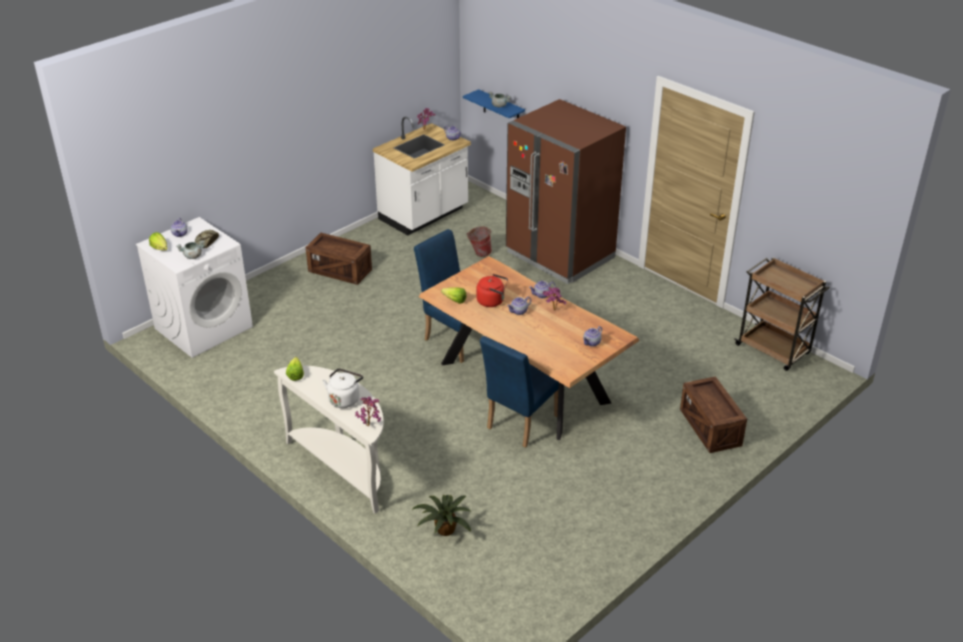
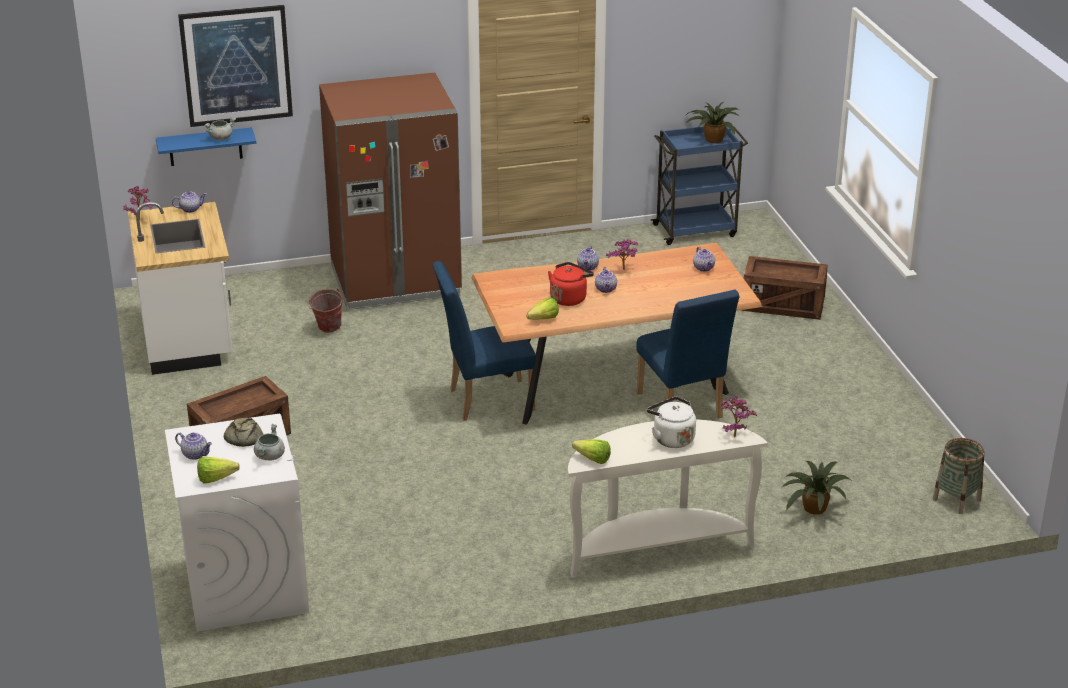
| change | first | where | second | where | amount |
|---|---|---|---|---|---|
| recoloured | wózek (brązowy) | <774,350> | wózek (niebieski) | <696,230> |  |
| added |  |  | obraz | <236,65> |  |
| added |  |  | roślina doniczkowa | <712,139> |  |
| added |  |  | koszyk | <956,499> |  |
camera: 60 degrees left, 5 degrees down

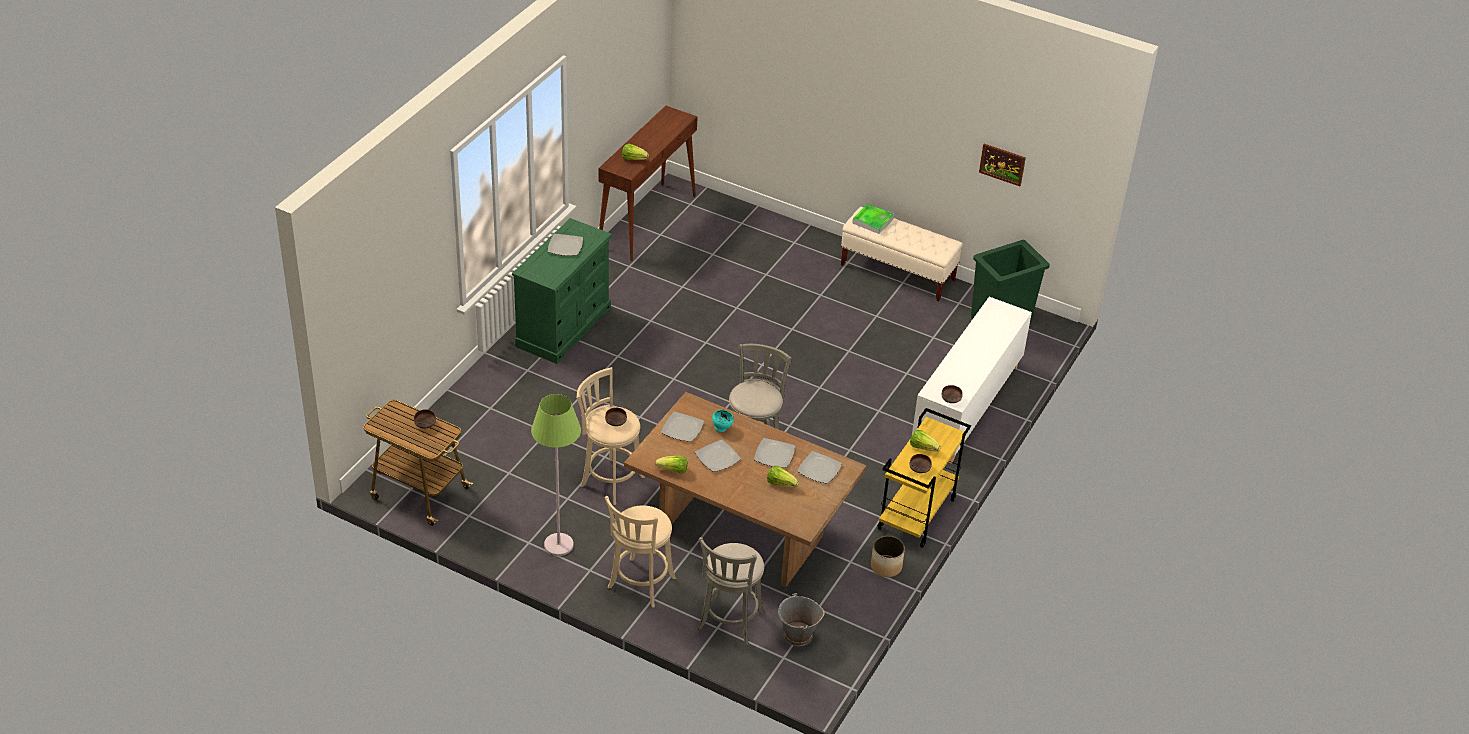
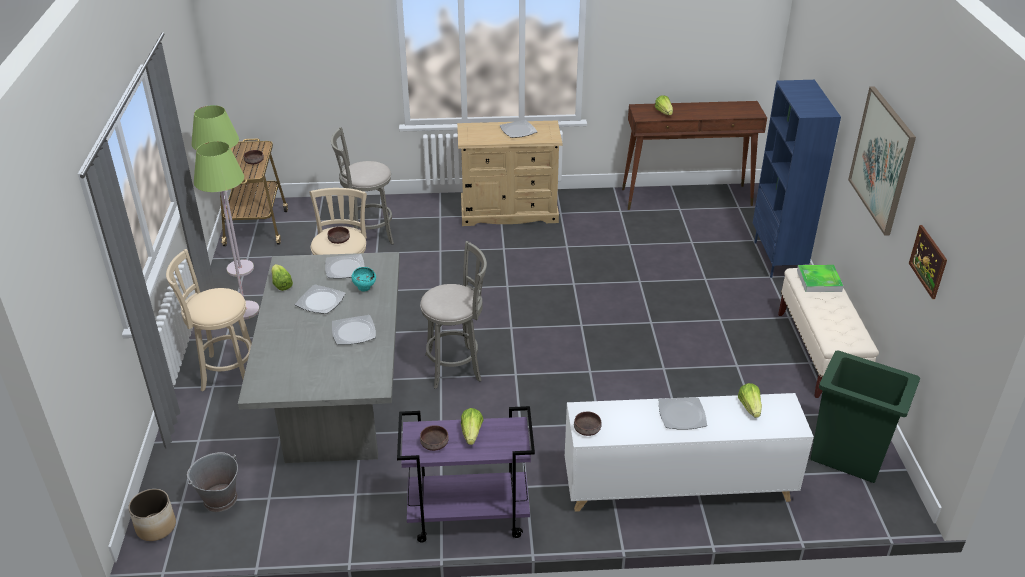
| change | first | where | second | where | amount |
|---|---|---|---|---|---|
| recoloured | komoda (zielony) | <564,327> | komoda (beżowy) | <509,212> |  |
| recoloured | stół jadalny (brązowy) | <739,534> | stół jadalny (szary) | <337,403> |  |
| moved | stołek (szary) | <729,623> |  | <368,234> |  |
| moved | sałata | <781,483> |  | <750,407> |  |
| moved | talerz | <819,469> |  | <682,415> |  |
| moved | donica | <885,566> |  | <156,527> |  |
| recoloured | wózek (żółty) | <917,515> | wózek (fioletowy) | <467,517> |  |
| added |  |  | lampa stojąca (zielony) | <240,269> |  |
| added |  |  | regał (niebieski) | <778,259> |  |
| added |  |  | obraz | <882,160> |  |
camera: 60 degrees right, 5 degrees down

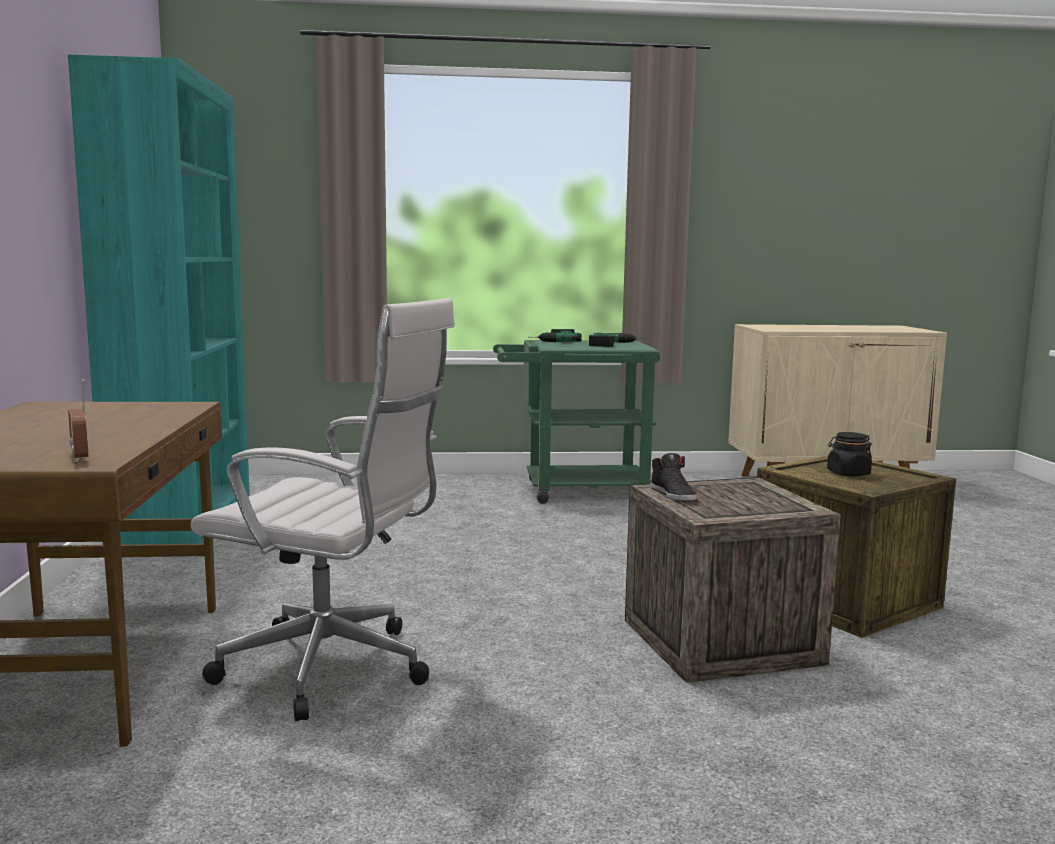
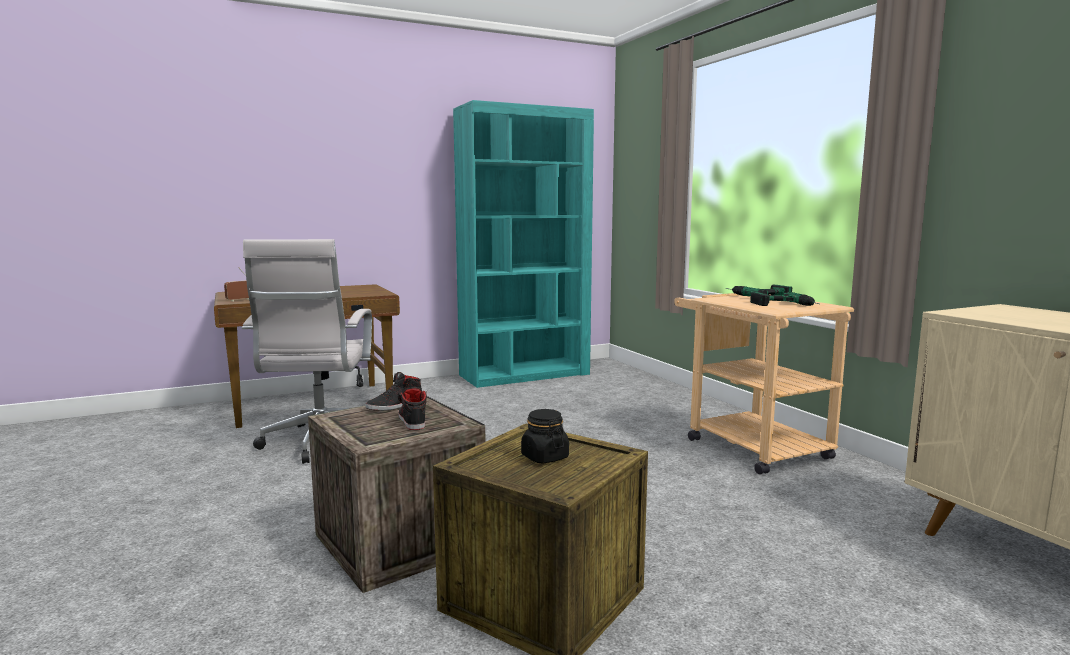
| change | first | where | second | where | amount |
|---|---|---|---|---|---|
| recoloured | wózek (zielony) | <573,491> | wózek (beżowy) | <748,445> |  |
| added |  |  | but (czarny) | <412,420> |  |
camera: 70 degrees right, 0 degrees up

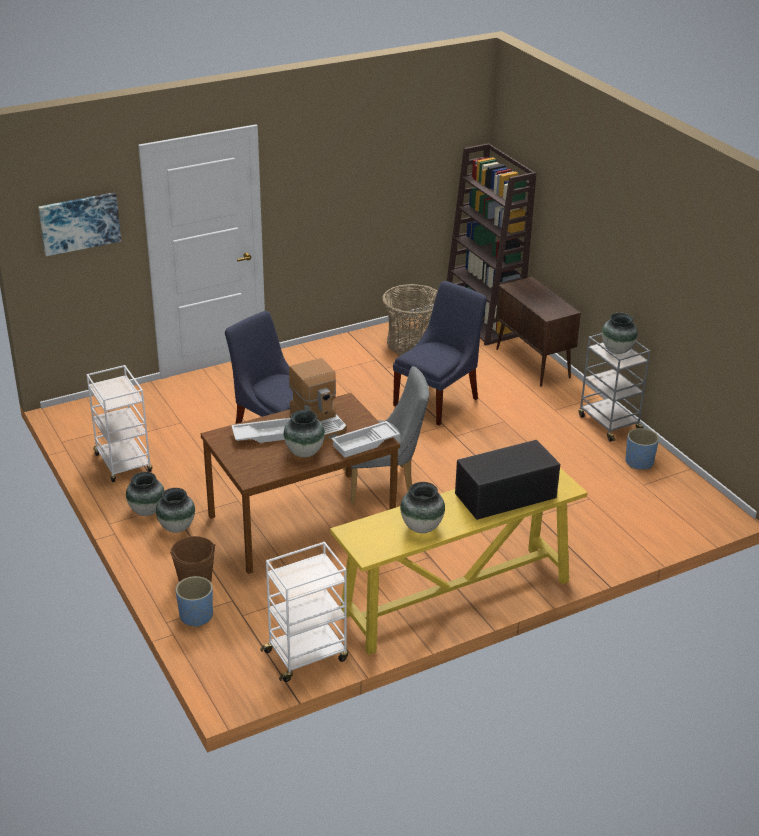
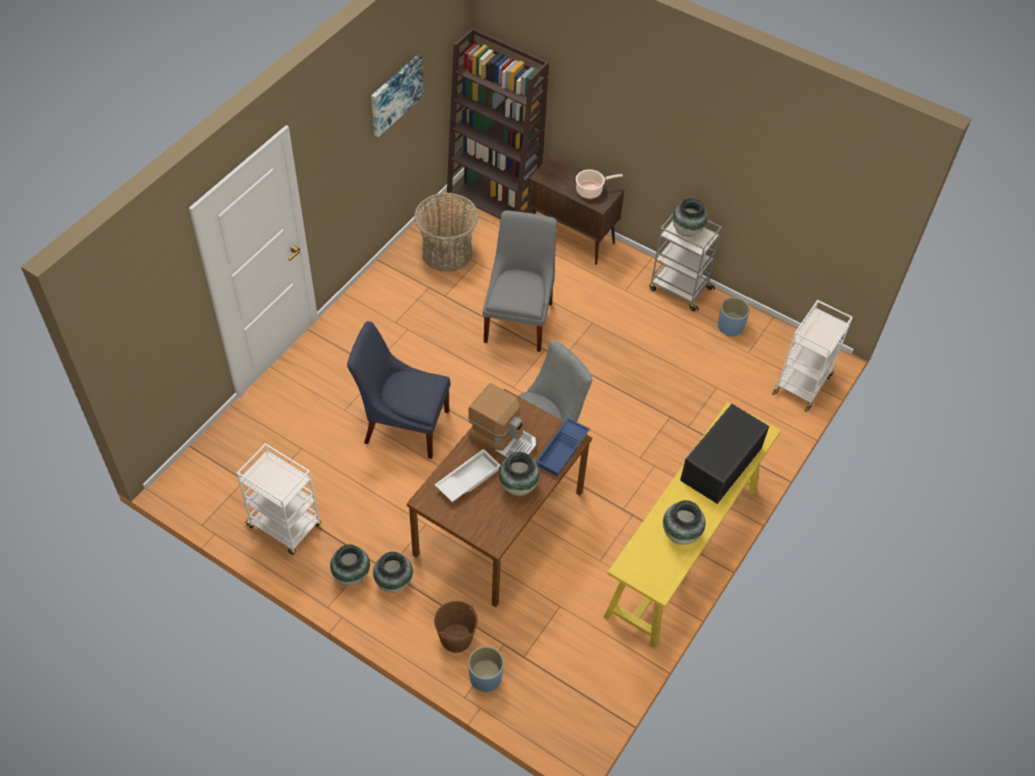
| change | first | where | second | where | amount |
|---|---|---|---|---|---|
| moved | obraz | <79,223> |  | <395,94> |  |
| moved | wózek (biały) | <306,655> |  | <802,384> |  |
| recoloured | taca (biały) | <365,443> | taca (niebieski) | <563,450> |  |
| recoloured | krzesło (niebieski) | <438,400> | krzesło (szary) | <519,319> |  |
| added |  |  | garnek | <591,190> |  |
camera: 30 degrees left, 20 degrees up

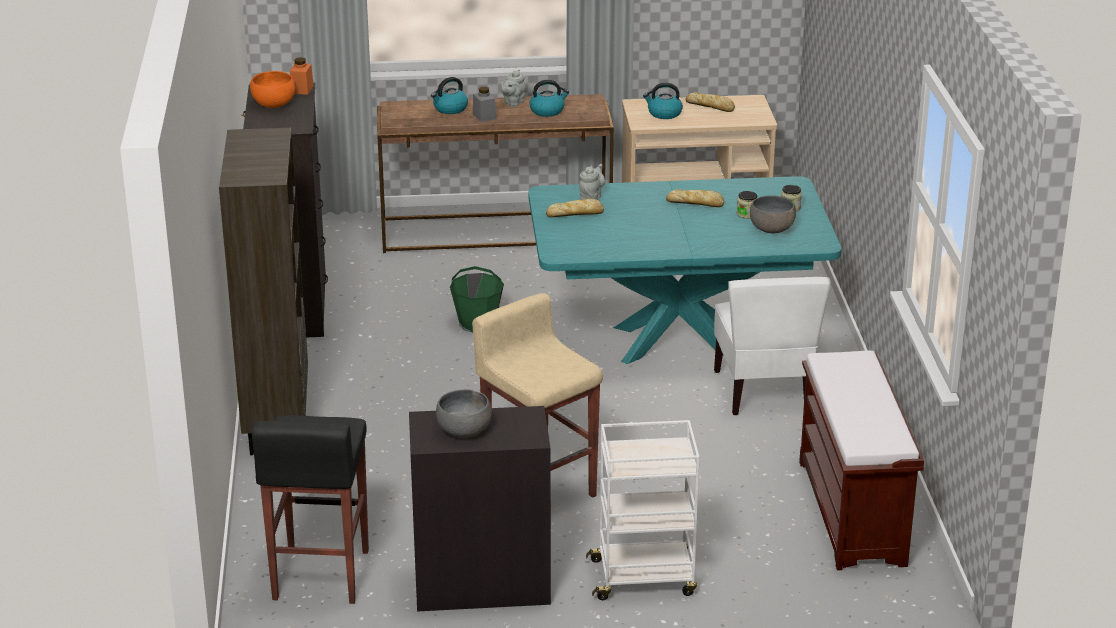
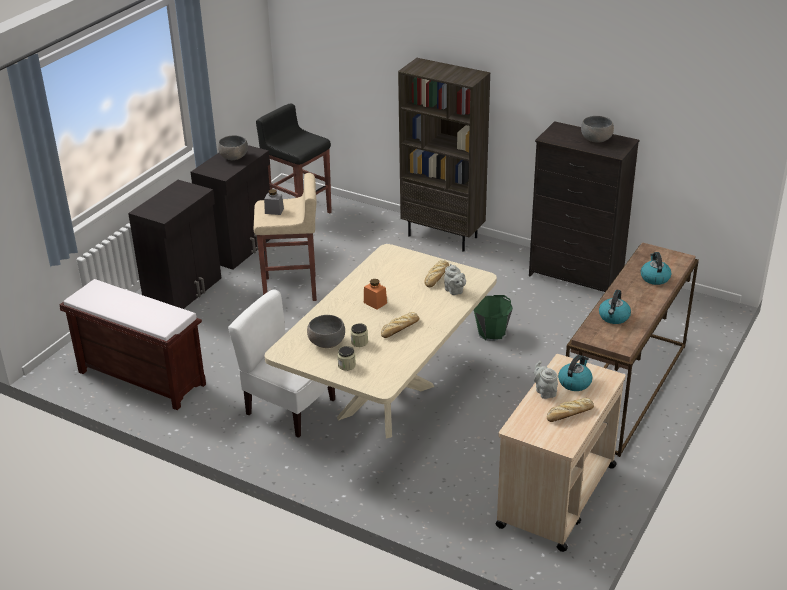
| change | first | where | second | where | amount |
|---|---|---|---|---|---|
| recoloured | miska (pomarańczowy) | <274,103> | miska (szary) | <596,139> |  |
| moved | słoik (pomarańczowy) | <301,89> |  | <375,303> |  |
| moved | słoik (szary) | <484,116> |  | <274,211> |  |
| moved | imbryk (szary) | <513,102> |  | <545,391> |  |
| recoloured | stół jadalny (turkusowy) | <676,341> | stół jadalny (beżowy) | <387,401> |  |
| replaced | wózek (biały) | <644,577> | szafka (czarny) | <184,291> |  |
camera: 125 degrees right, 5 degrees up

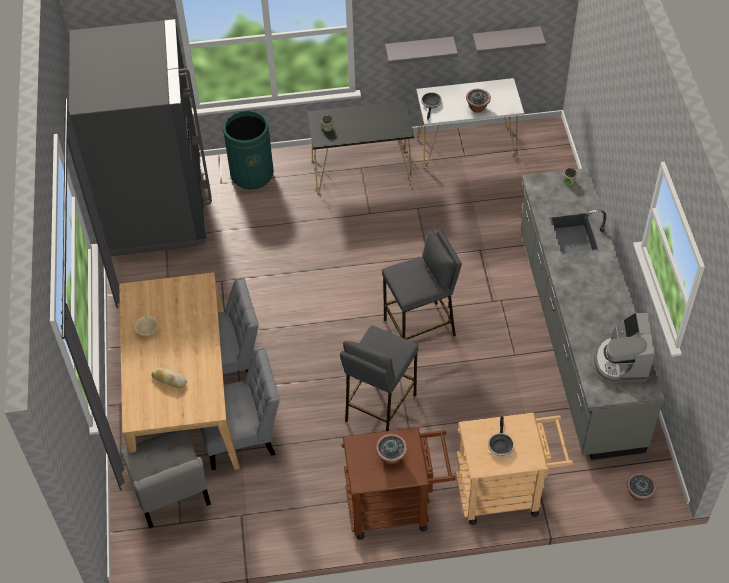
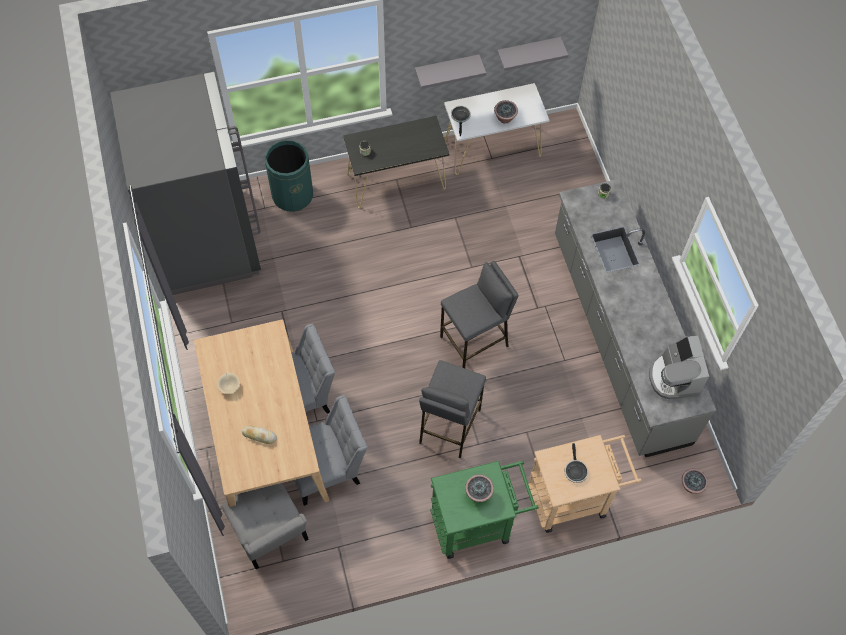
| change | first | where | second | where | amount |
|---|---|---|---|---|---|
| recoloured | wózek (brązowy) | <396,507> | wózek (zielony) | <477,523> |  |
camera: 10 degrees left, 10 degrees up

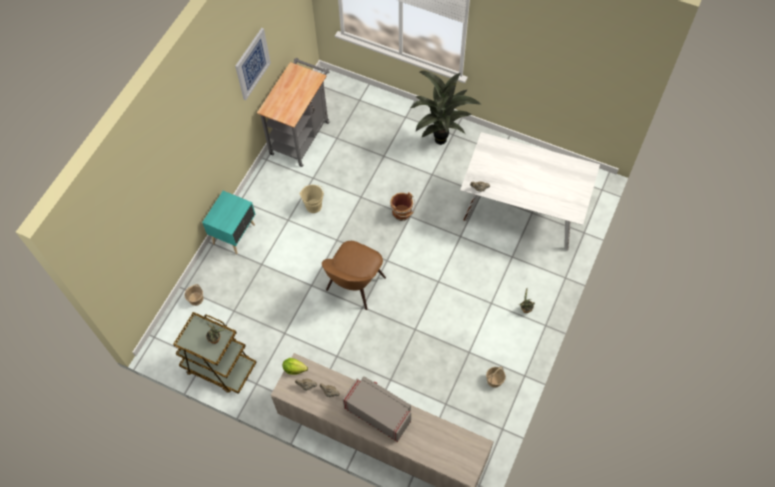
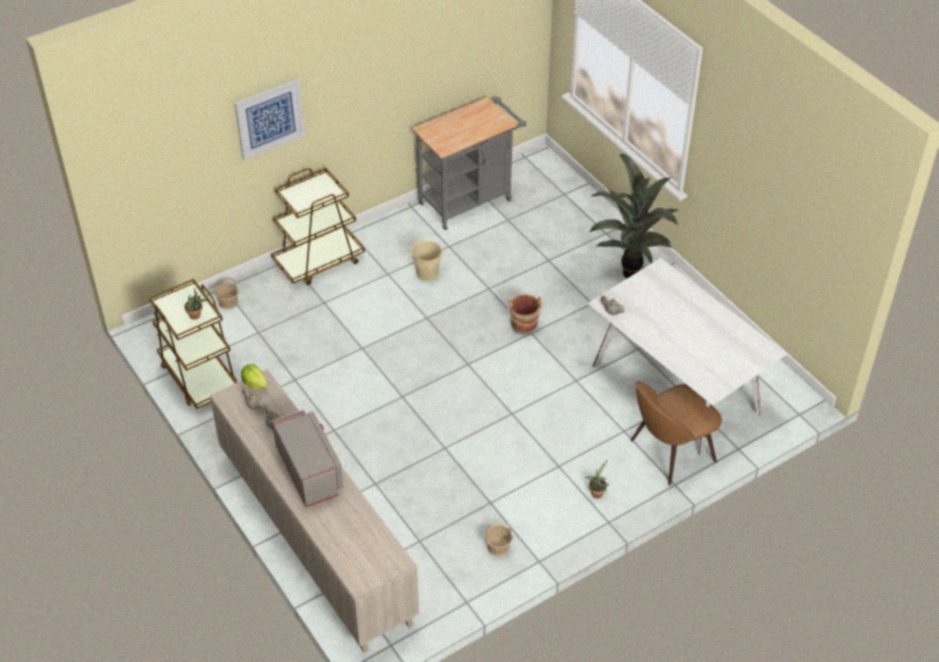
| change | first | where | second | where | amount |
|---|---|---|---|---|---|
| replaced | szafka nocna (turkusowy) | <235,234> | wózek (brązowy) | <319,261> |  |
| moved | obraz | <252,64> |  | <269,118> |  |
| moved | krzesło (brązowy) | <354,286> |  | <669,452> |  |
camera: 30 degrees right, 15 degrees down

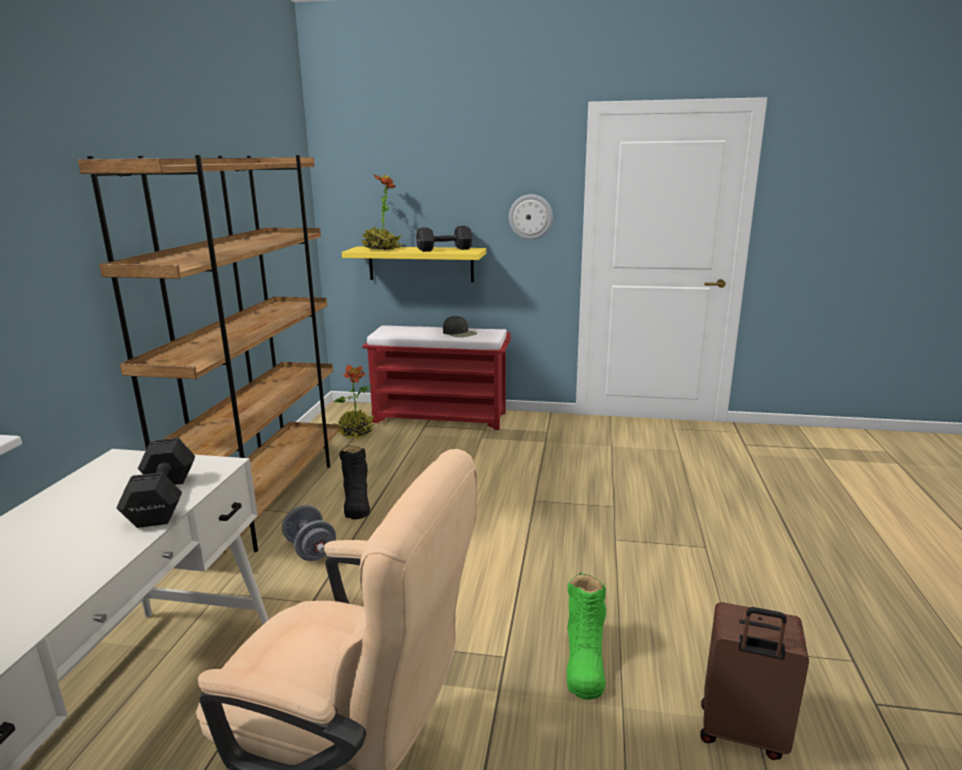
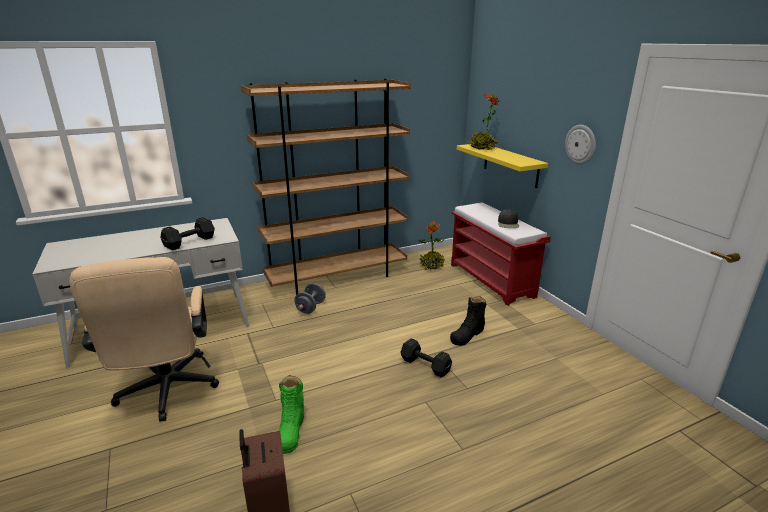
| change | first | where | second | where | amount |
|---|---|---|---|---|---|
| moved | but z cholewką (czarny) | <356,502> |  | <467,335> |  |
| moved | hantel (czarny) | <443,249> |  | <424,365> |  |
| turned | but z cholewką (zielony) | <584,661> |  | <290,429> | 60 degrees counterclockwise |
camera: 55 degrees right, 5 degrees up

